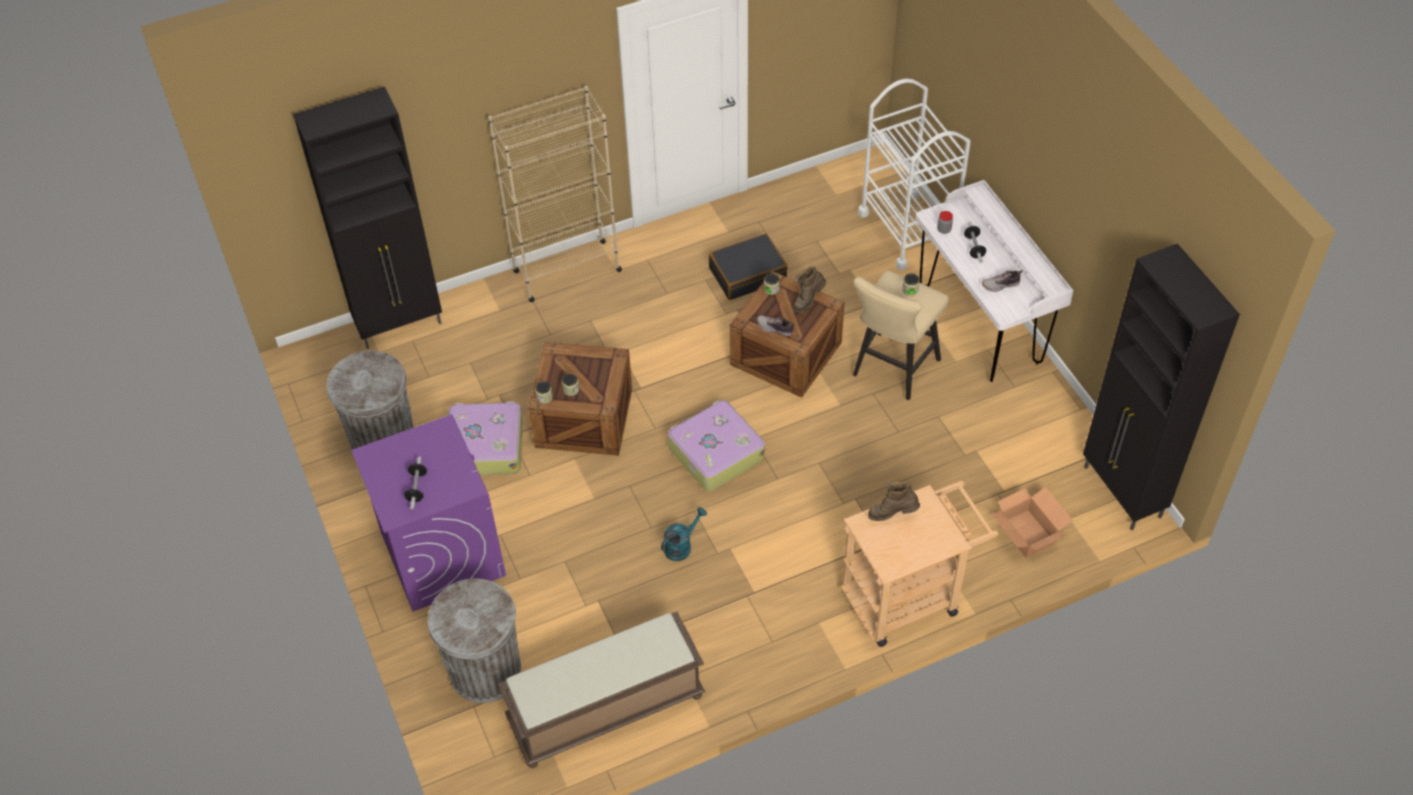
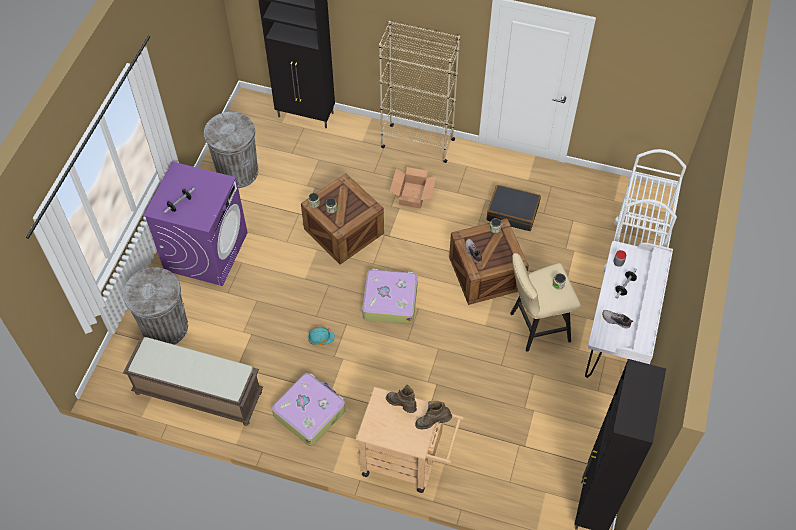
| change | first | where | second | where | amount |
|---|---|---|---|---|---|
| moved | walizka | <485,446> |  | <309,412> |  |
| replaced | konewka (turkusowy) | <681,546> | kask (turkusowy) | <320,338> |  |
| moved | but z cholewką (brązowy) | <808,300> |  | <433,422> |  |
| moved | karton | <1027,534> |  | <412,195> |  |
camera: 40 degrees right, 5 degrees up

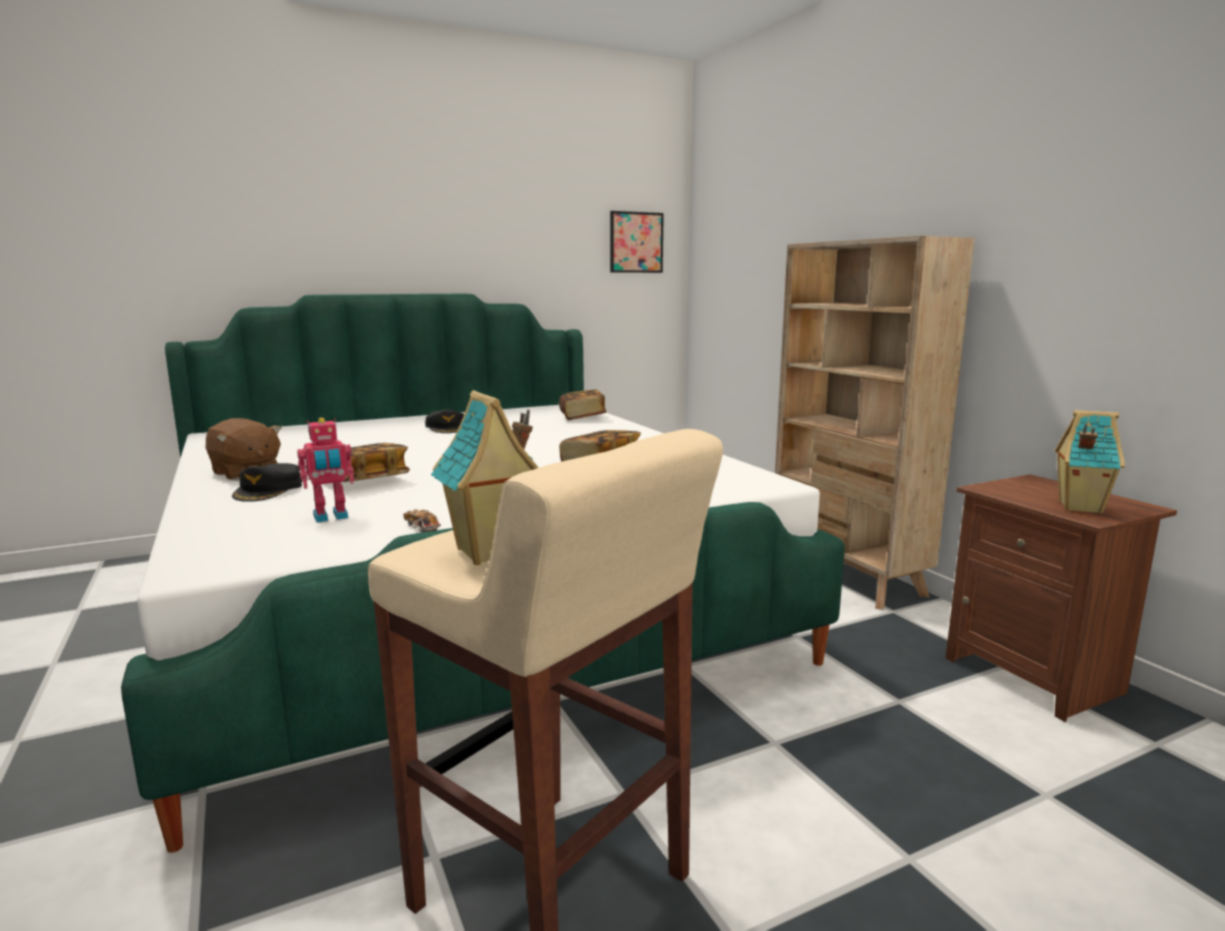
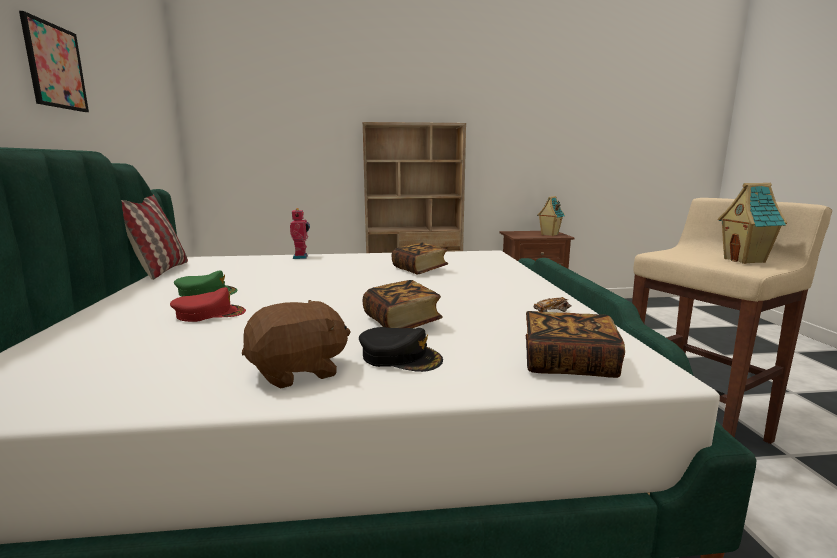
| change | first | where | second | where | amount |
|---|---|---|---|---|---|
| moved | robot zabawkowy | <331,517> |  | <301,257> |  |
| recoloured | czapka z daszkiem (czarny) | <447,428> | czapka z daszkiem (zielony) | <207,292> |  |
| moved | książka | <582,417> |  | <568,364> |  |
| moved | obraz | <636,242> |  | <55,66> |  |
| added |  |  | poduszka | <160,270> |  |
| added |  |  | czapka z daszkiem (czerwony) | <209,314> |  |
camera: 70 degrees left, 0 degrees up

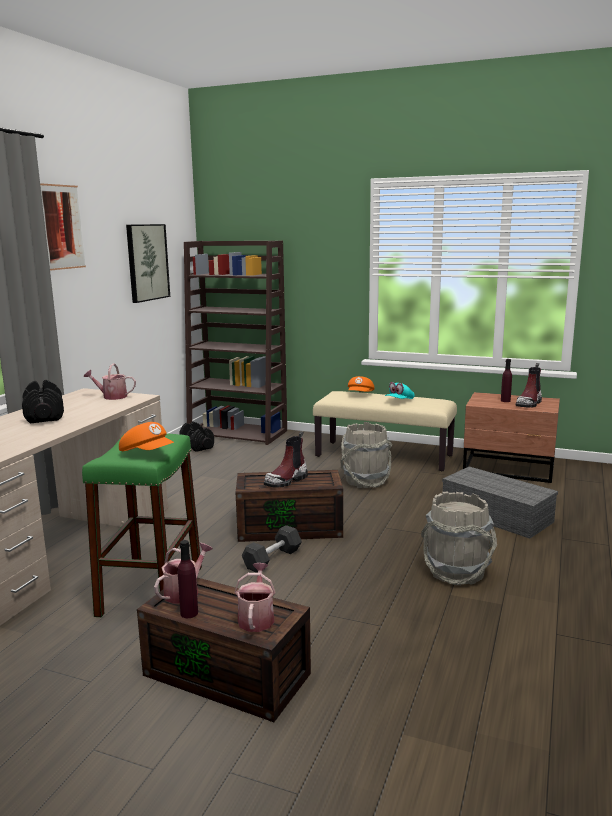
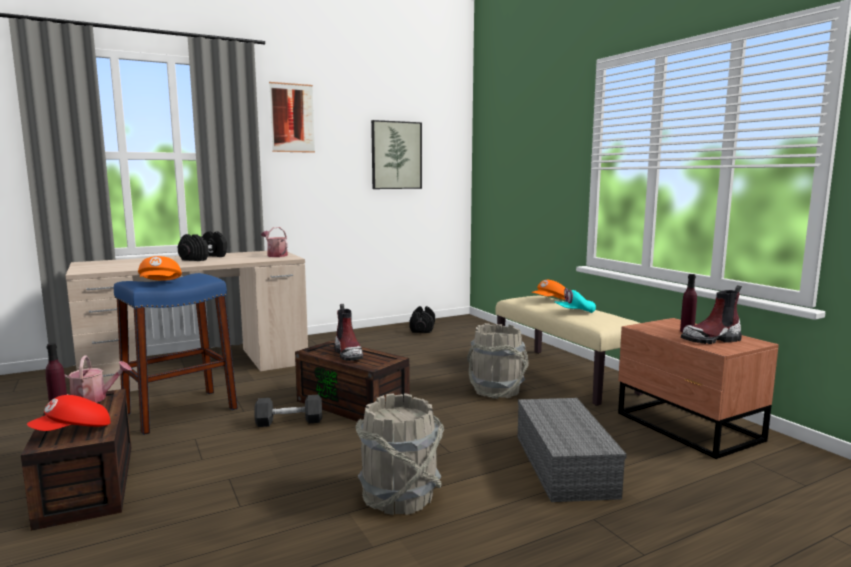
| change | first | where | second | where | amount |
|---|---|---|---|---|---|
| recoloured | stołek (zielony) | <151,590> | stołek (niebieski) | <180,411> |  |
| removed | regał (brązowy) | <238,433> |  |  |  |
| replaced | konewka | <256,617> | czapka z daszkiem (czerwony) | <73,431> |  |
| turned | but z cholewką | <286,480> |  | <349,354> | 105 degrees counterclockwise |
camera: 40 degrees right, 5 degrees down

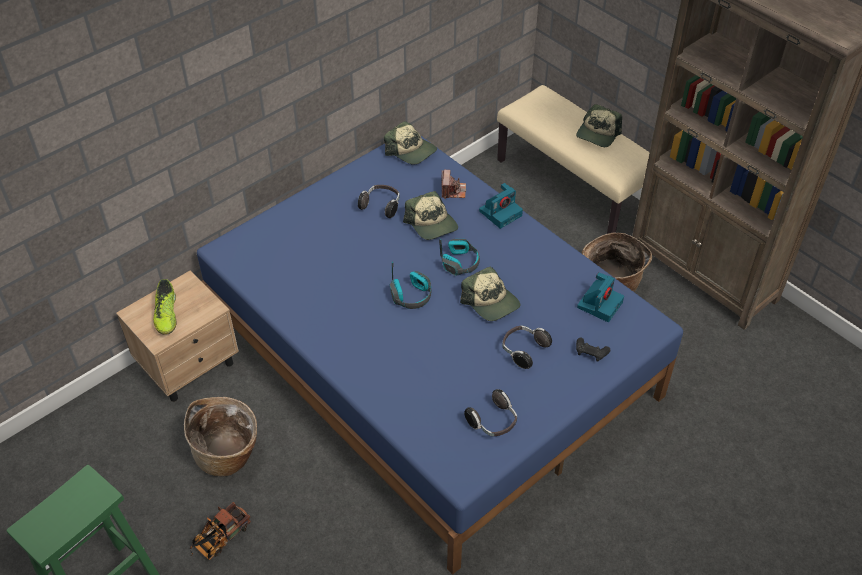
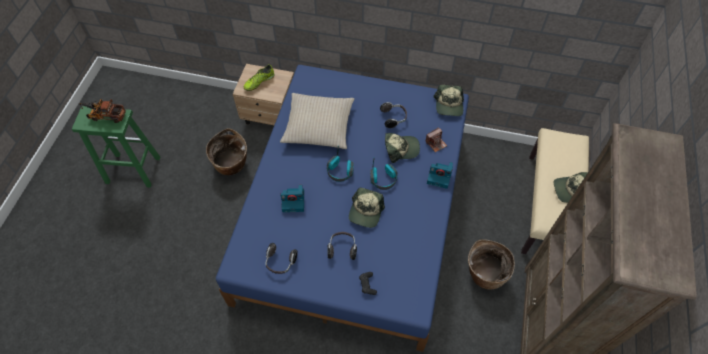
| change | first | where | second | where | amount |
|---|---|---|---|---|---|
| moved | ciężarówka zabawkowa | <219,539> |  | <105,115> |  |
| turned | czapka z daszkiem | <431,224> |  | <401,149> | 120 degrees counterclockwise |
| moved | aparat fotograficzny | <600,304> |  | <294,201> |  |
| added |  |  | poduszka (beżowy) | <318,126> |  |
camera: 55 degrees right, 10 degrees up

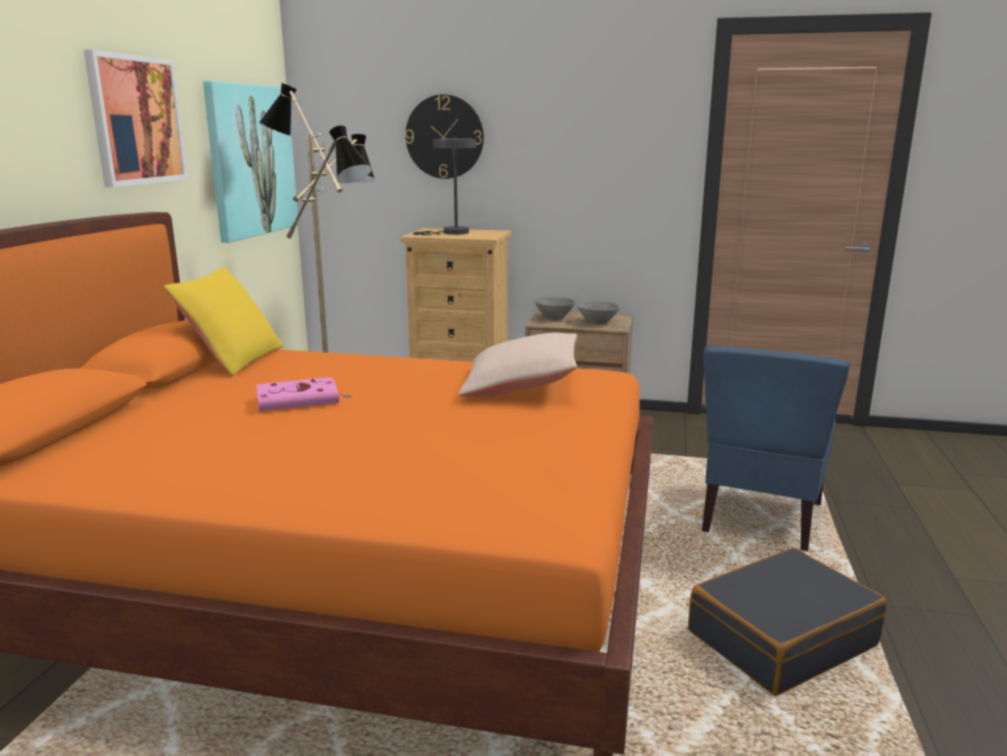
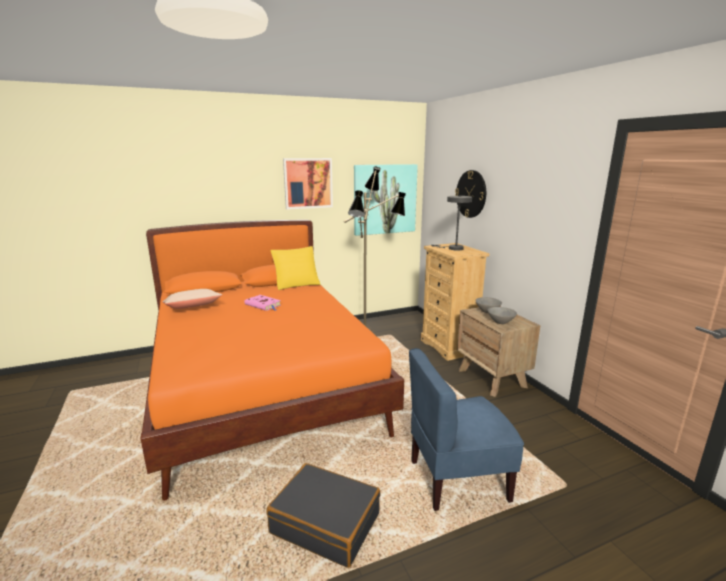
| change | first | where | second | where | amount |
|---|---|---|---|---|---|
| moved | poduszka (beżowy) | <520,386> |  | <193,308> |  |
camera: 55 degrees right, 0 degrees up

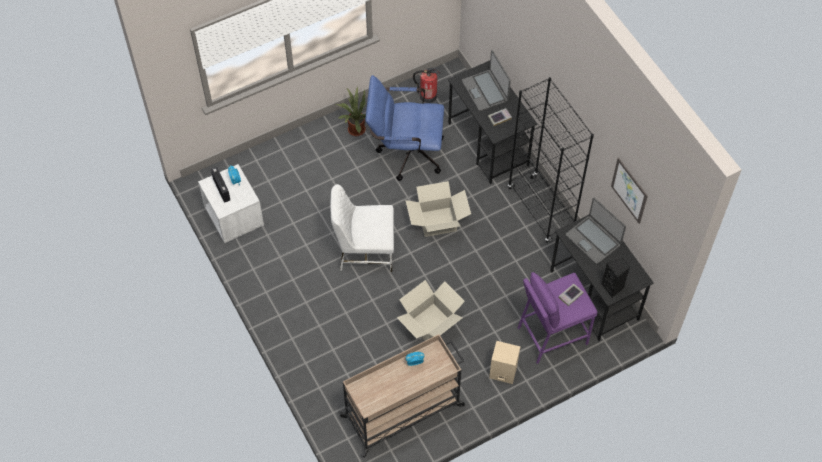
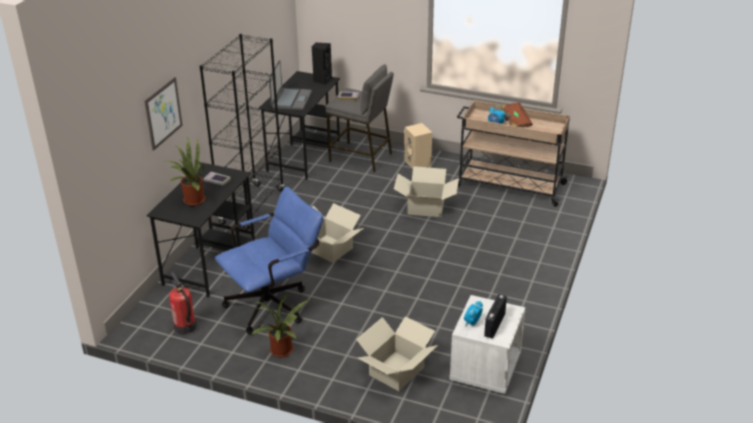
| change | first | where | second | where | amount |
|---|---|---|---|---|---|
| removed | krzesło (biały) | <364,251> |  |  |  |
| turned | krzesło biurowe (niebieski) | <405,152> |  | <274,304> | 90 degrees counterclockwise |
| replaced | laptop | <485,91> | roślina doniczkowa | <192,200> |  |
| recoloured | stołek (fioletowy) | <551,335> | stołek (szary) | <361,157> |  |
| moved | obraz | <629,190> |  | <163,113> |  |
| added |  |  | karton | <396,371> |  |
| added |  |  | książka (brązowy) | <515,122> |  |
camera: 130 degrees left, 25 degrees down

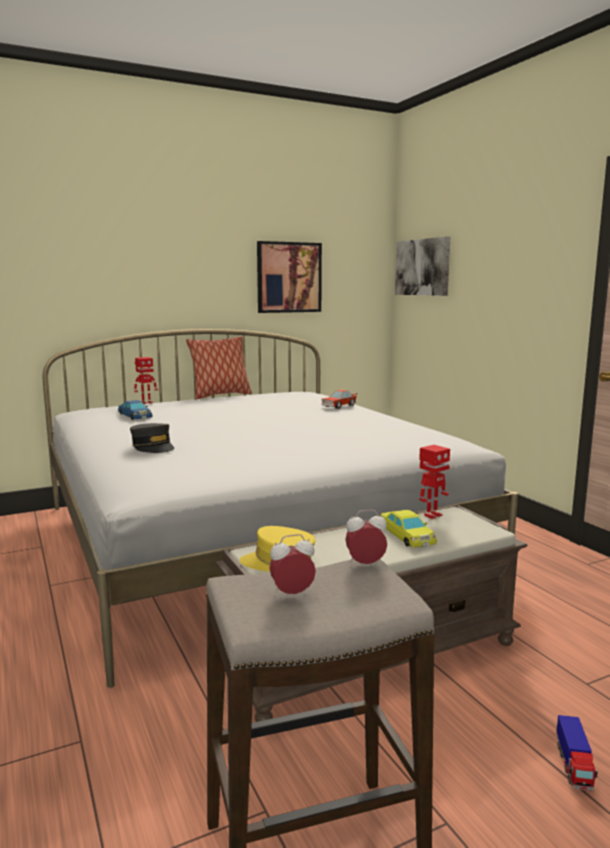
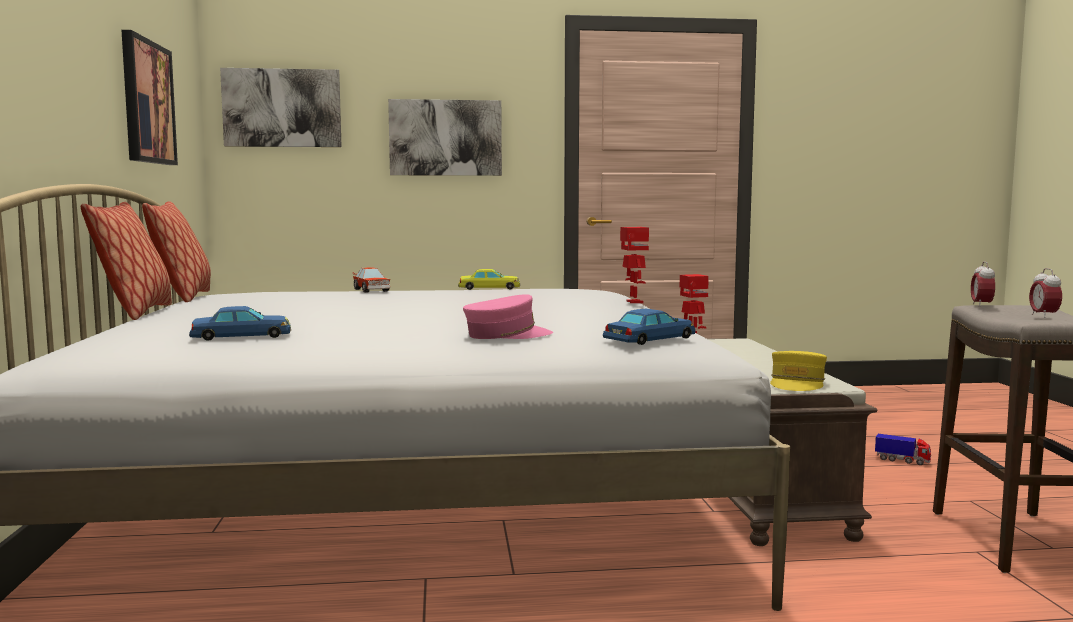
| change | first | where | second | where | amount |
|---|---|---|---|---|---|
| recoloured | czapka z daszkiem (szary) | <153,447> | czapka z daszkiem (różowy) | <507,335> |  |
| moved | robot zabawkowy | <146,403> |  | <633,302> |  |
| moved | samochodzik (żółty) | <406,535> |  | <489,288> |  |
| added |  |  | poduszka | <183,298> |  |
| added |  |  | obraz | <445,138> |  |
| added |  |  | samochodzik (niebieski) | <650,339> |  |
camera: 70 degrees left, 5 degrees down

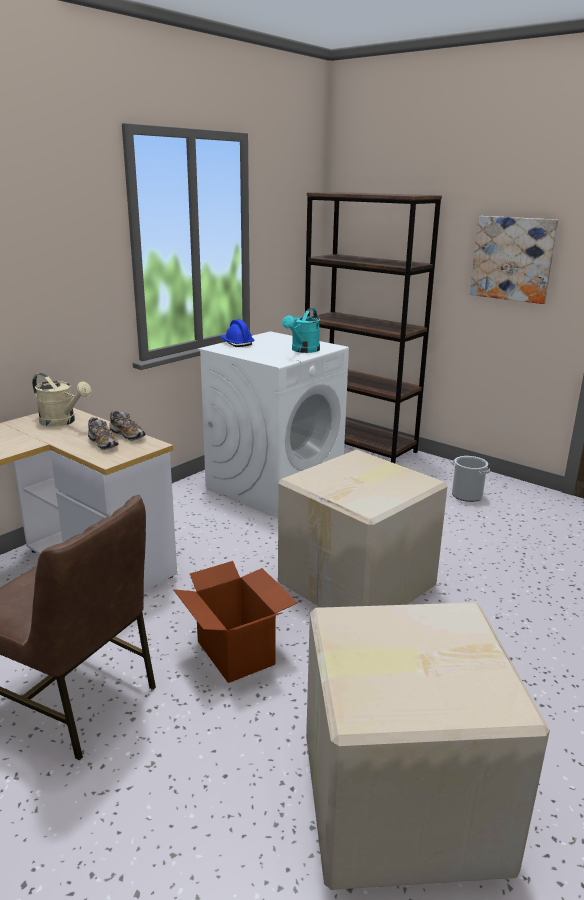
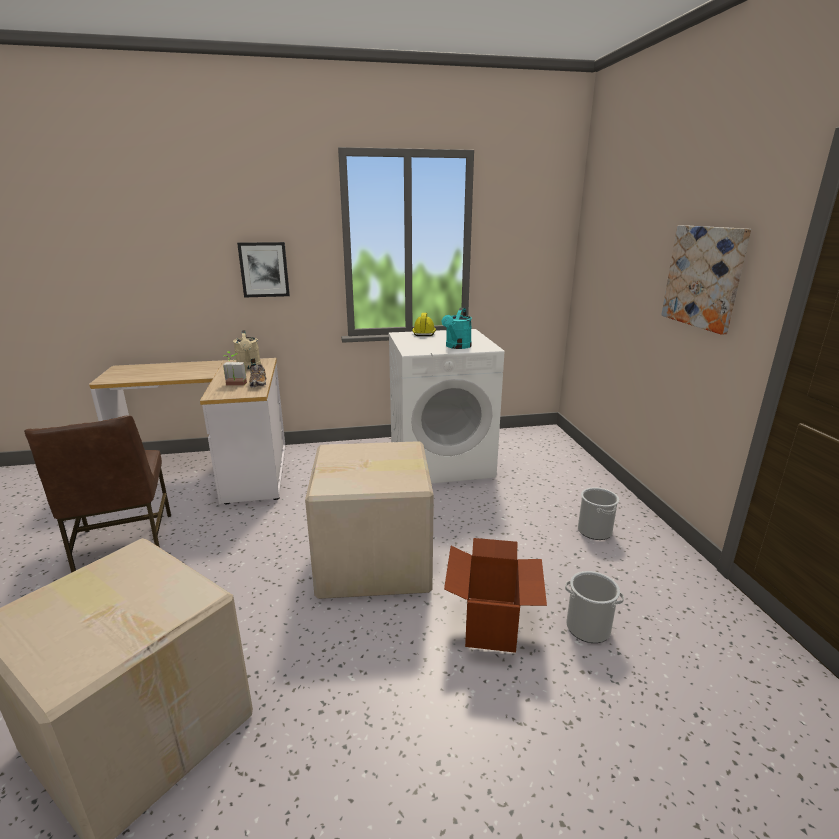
| change | first | where | second | where | amount |
|---|---|---|---|---|---|
| replaced | but | <103,443> | roślina doniczkowa | <235,385> |  |
| moved | karton | <236,652> |  | <492,624> |  |
| recoloured | kask (niebieski) | <236,343> | kask (żółty) | <424,333> |  |
| turned | konewka (turkusowy) | <303,350> |  | <457,347> | 45 degrees counterclockwise |
| removed | regał (brązowy) | <358,444> |  |  |  |
| added |  |  | obraz | <264,269> |  |
| added |  |  | wiadro | <588,627> |  |
camera: 40 degrees right, 0 degrees up

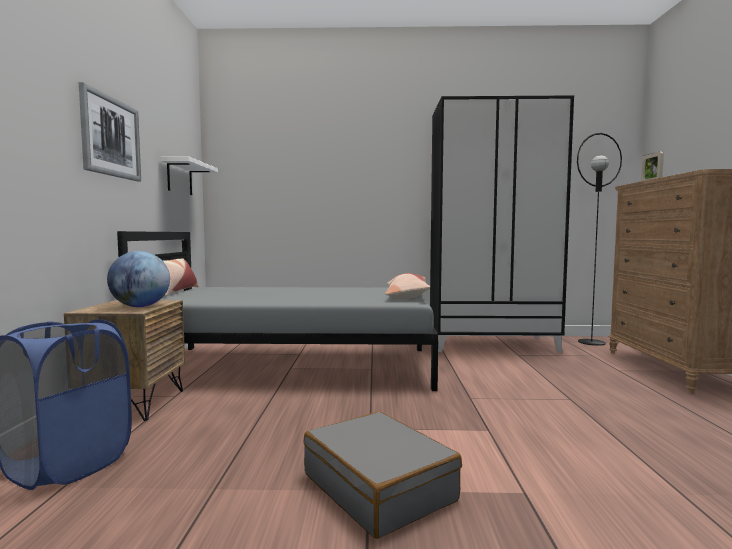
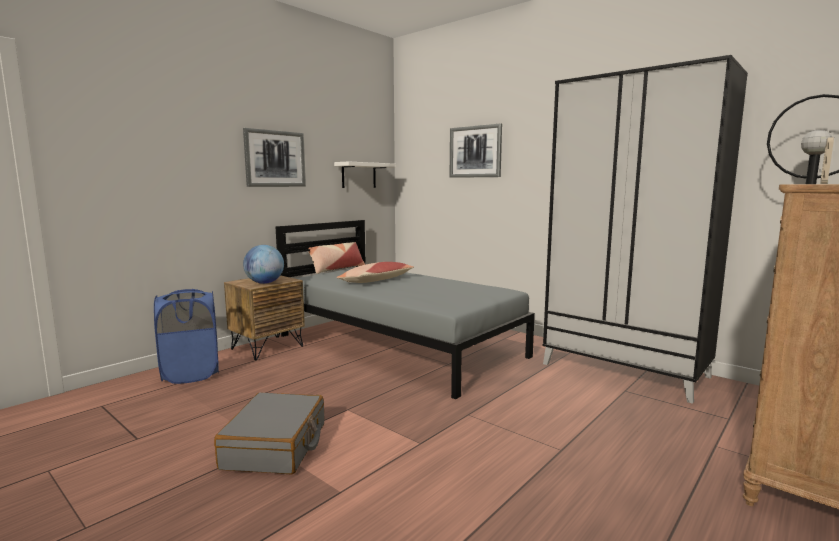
| change | first | where | second | where | amount |
|---|---|---|---|---|---|
| moved | poduszka | <406,296> |  | <376,281> |  |
| added |  |  | obraz | <475,152> |  |
camera: 40 degrees right, 5 degrees up

